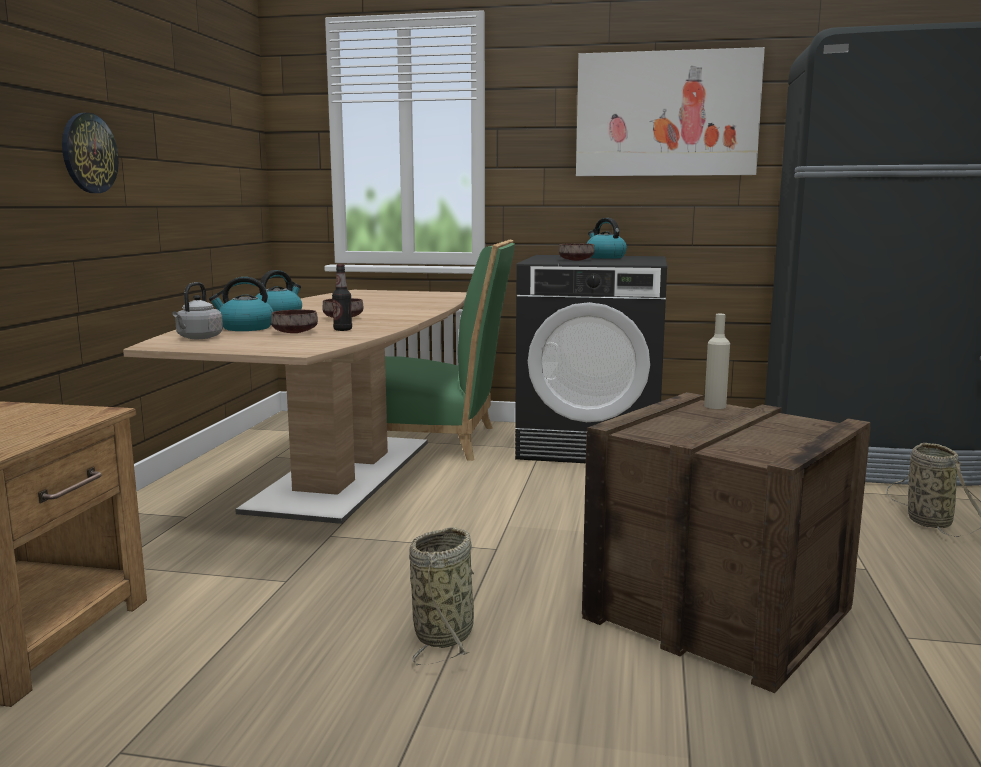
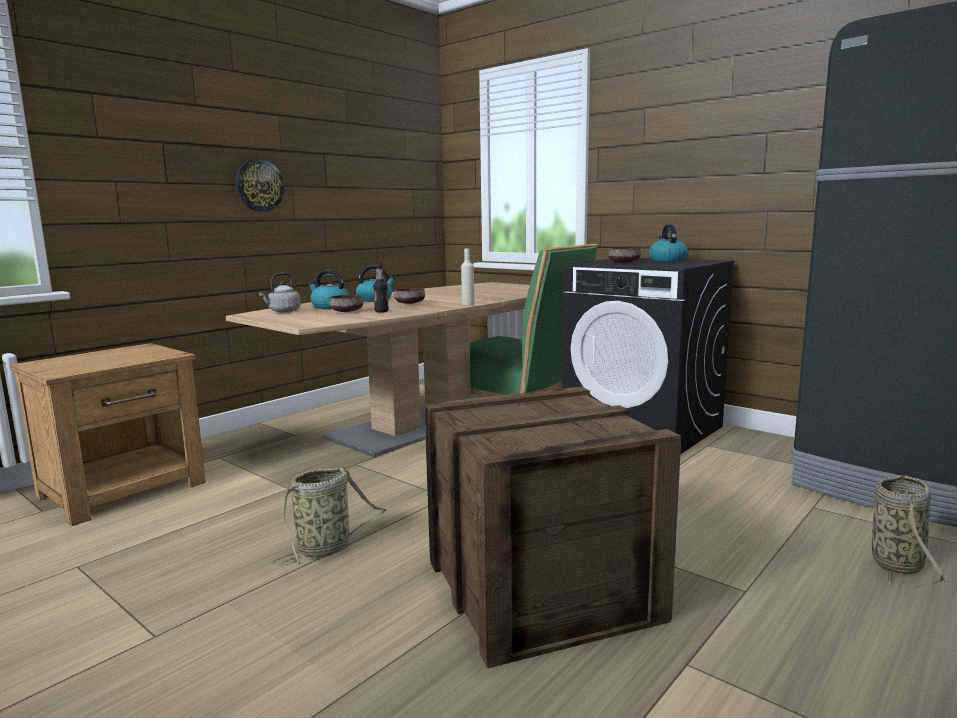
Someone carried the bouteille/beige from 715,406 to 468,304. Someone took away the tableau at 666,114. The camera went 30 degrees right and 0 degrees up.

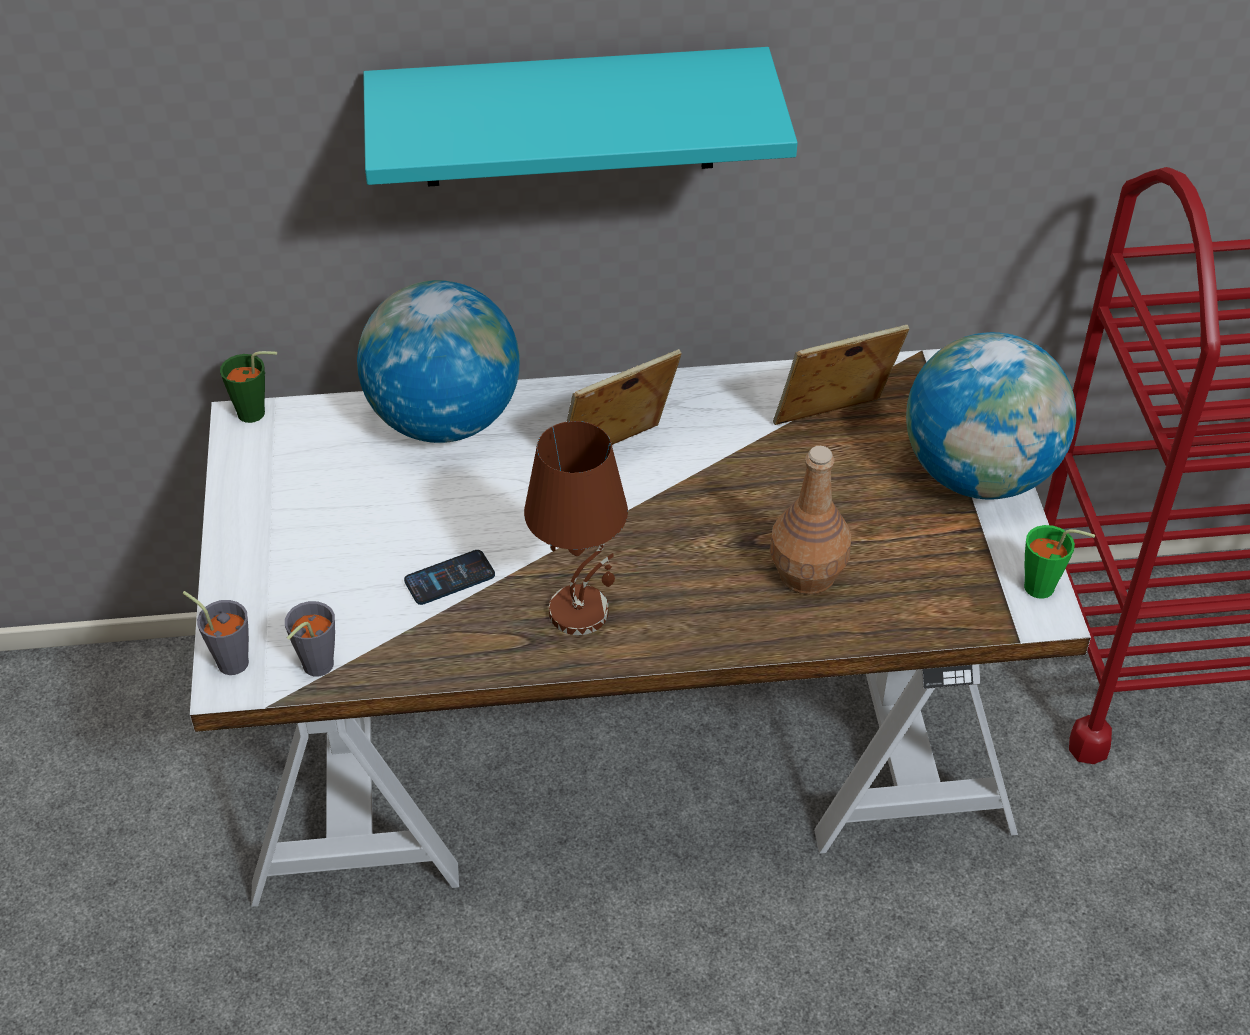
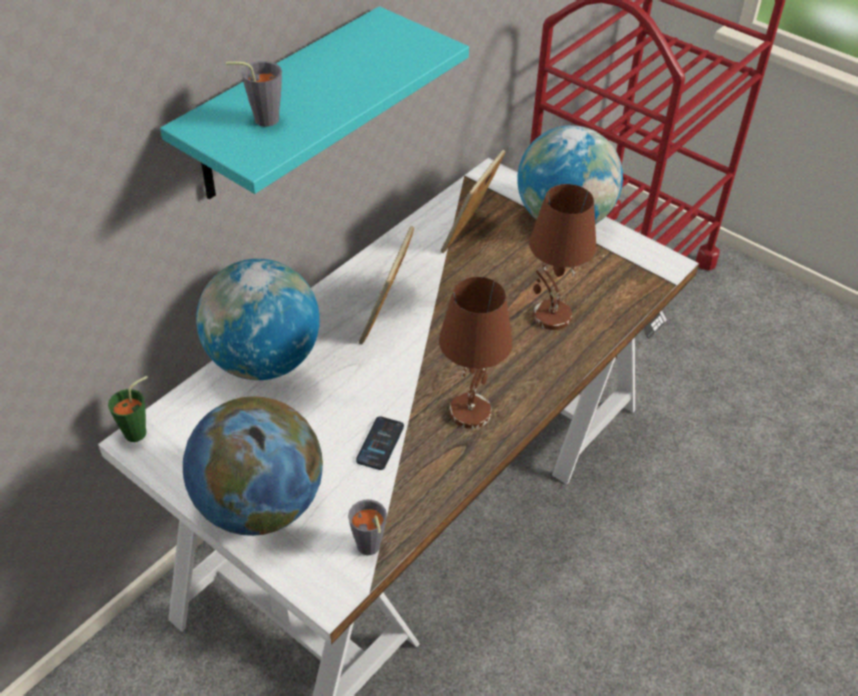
Someone put down the globe at 260,505. Someone carried the tasse/gris from 227,659 to 260,119. Someone swapped the bouteille/marron at 806,574 for the lampe de table/marron at 550,316. Someone took away the tasse/vert at 1046,589. The camera went 45 degrees left and 0 degrees up.

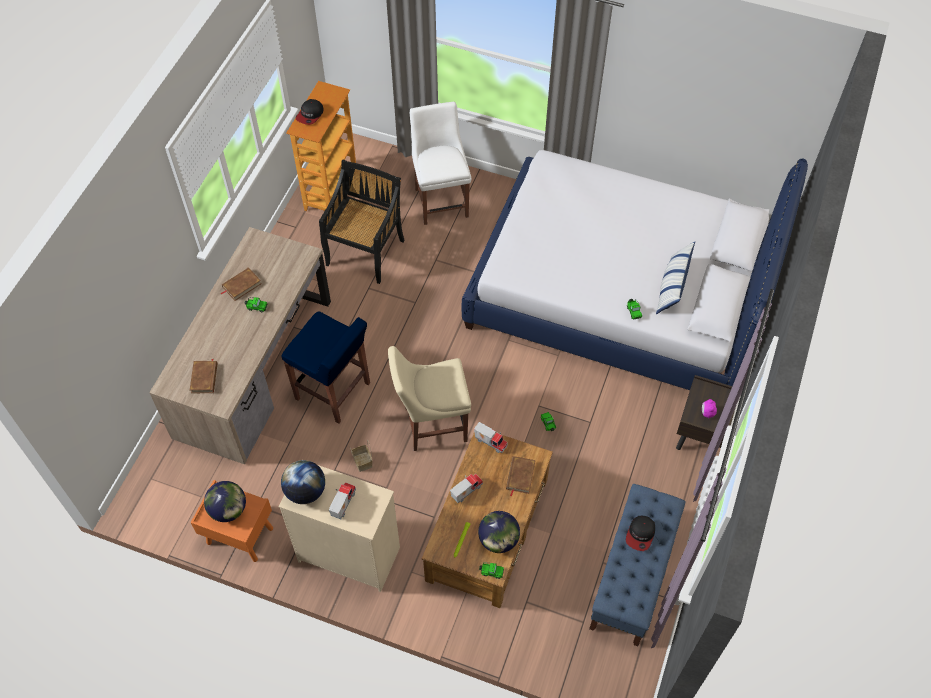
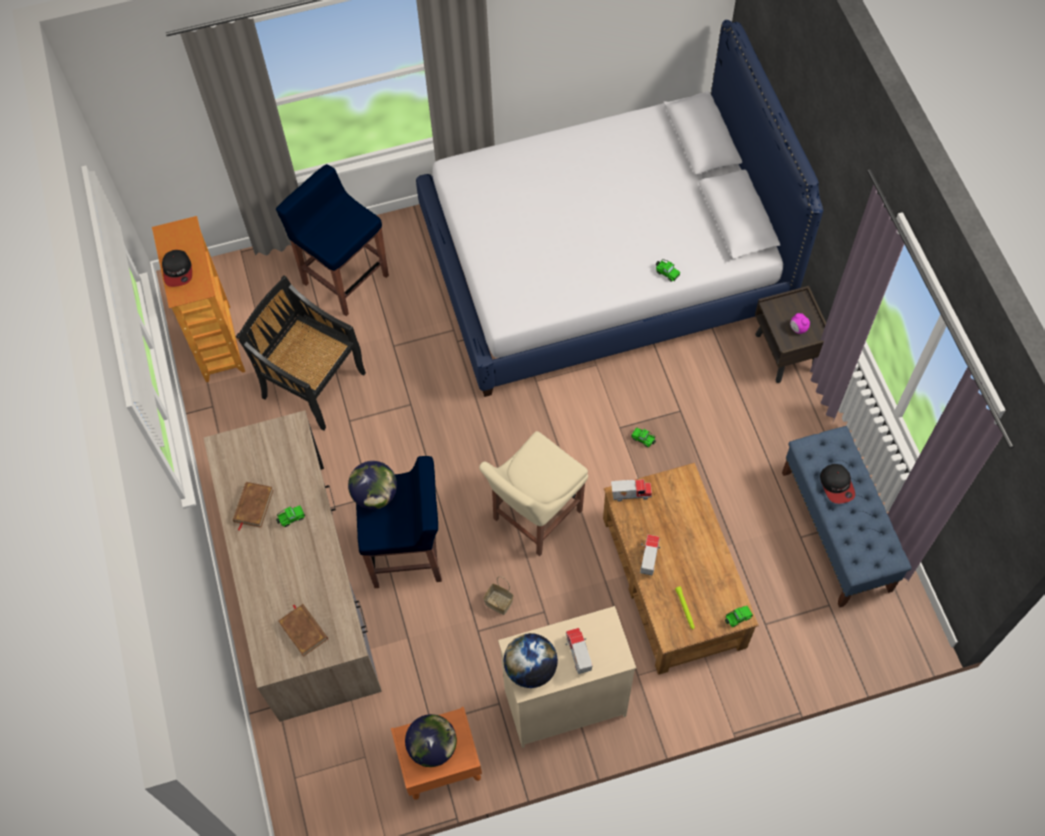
Someone rotated the chaise/noir at 365,251 by 45 degrees counterclockwise. Someone swapped the chaise/blanc at 441,200 for the tabouret/bleu at 344,278. Someone carried the globe from 498,540 to 375,495. Someone took away the livre/marron at 520,476. Someone took away the coussin at 672,287. The camera went 35 degrees left and 5 degrees up.

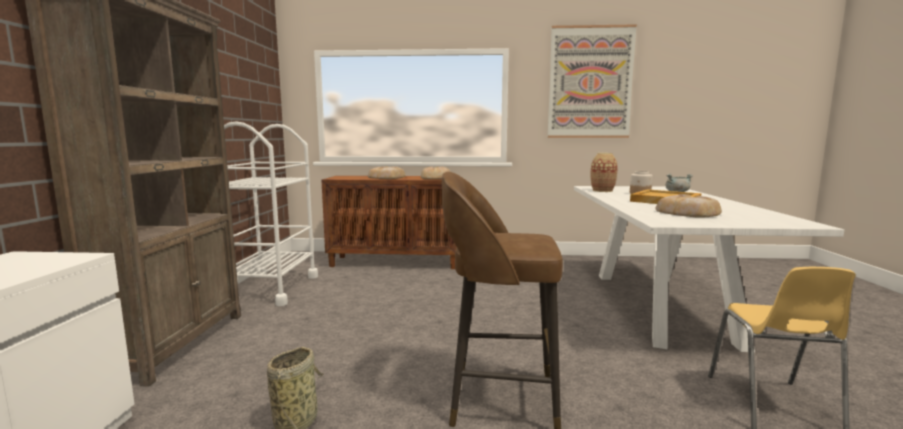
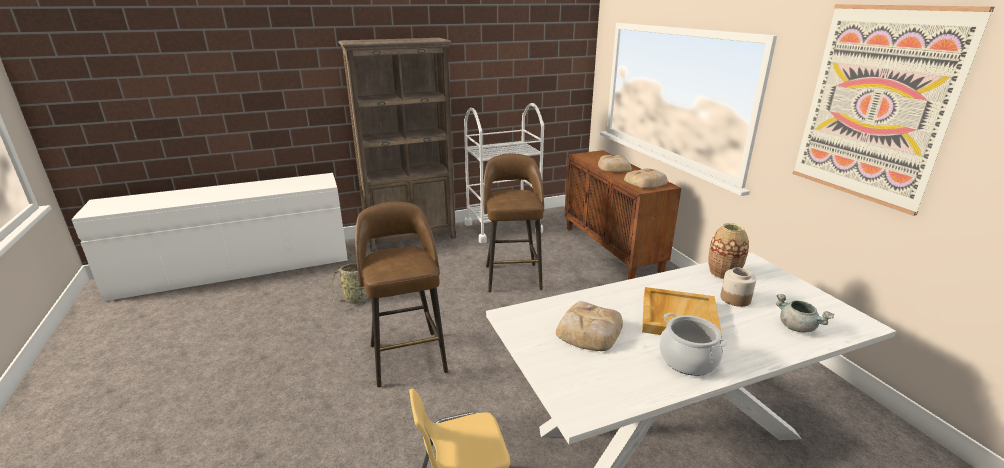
Someone put down the tabouret/marron at 513,276. Someone put down the marmite at 688,360. The camera went 65 degrees right and 15 degrees up.

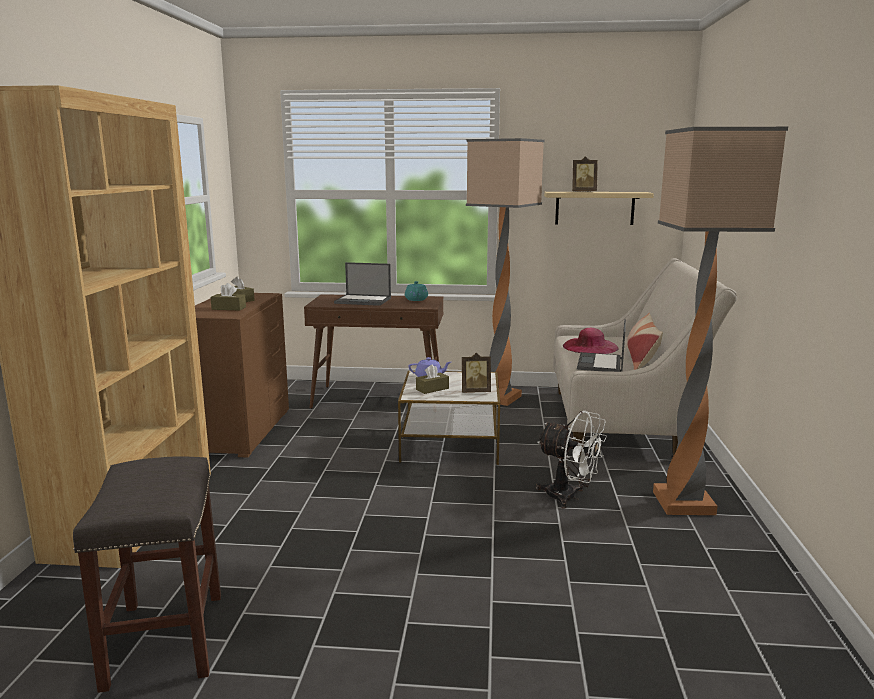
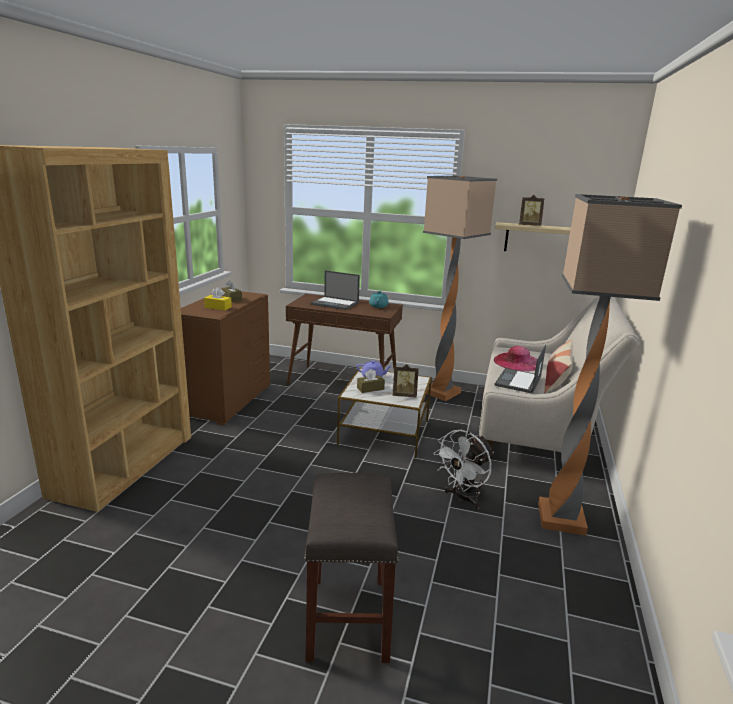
Someone repainted the boîte à mouchoirs/marron at 229,308, which became the boîte à mouchoirs/jaune at 218,307. Someone carried the tabouret/gris from 164,638 to 347,616. Someone rotated the ventilateur/blanc at 569,497 by 90 degrees clockwise. The camera went 10 degrees right and 5 degrees up.

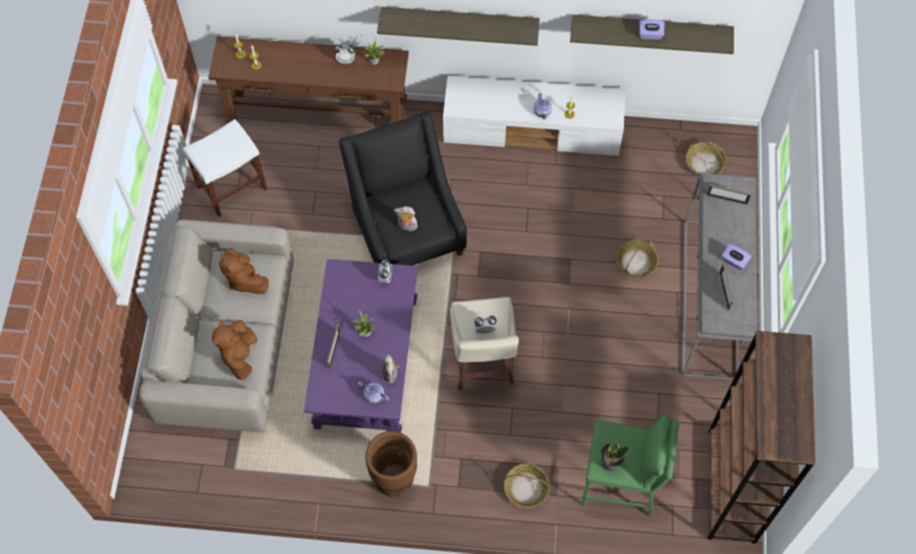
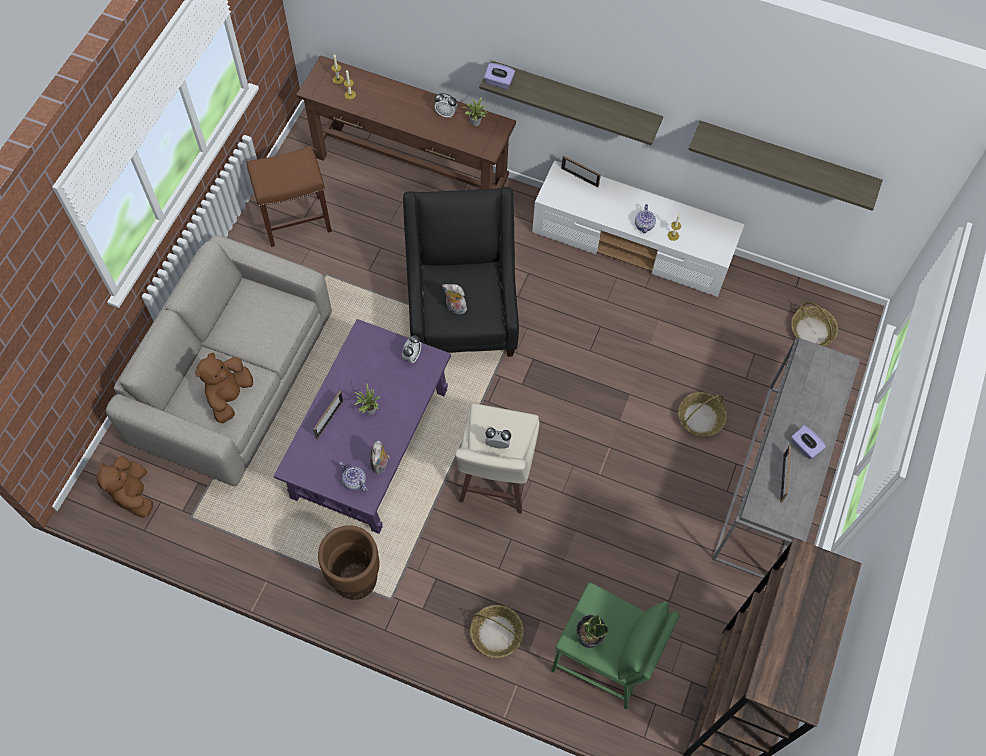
Someone carried the peluche/marron from 244,279 to 133,494. Someone repainted the tabouret/blanc at 232,187, which became the tabouret/marron at 297,220. Someone carried the boîte à mouchoirs/violet from 650,34 to 499,82. Someone carried the cadre photo from 726,199 to 579,177. The camera went 15 degrees right and 0 degrees up.

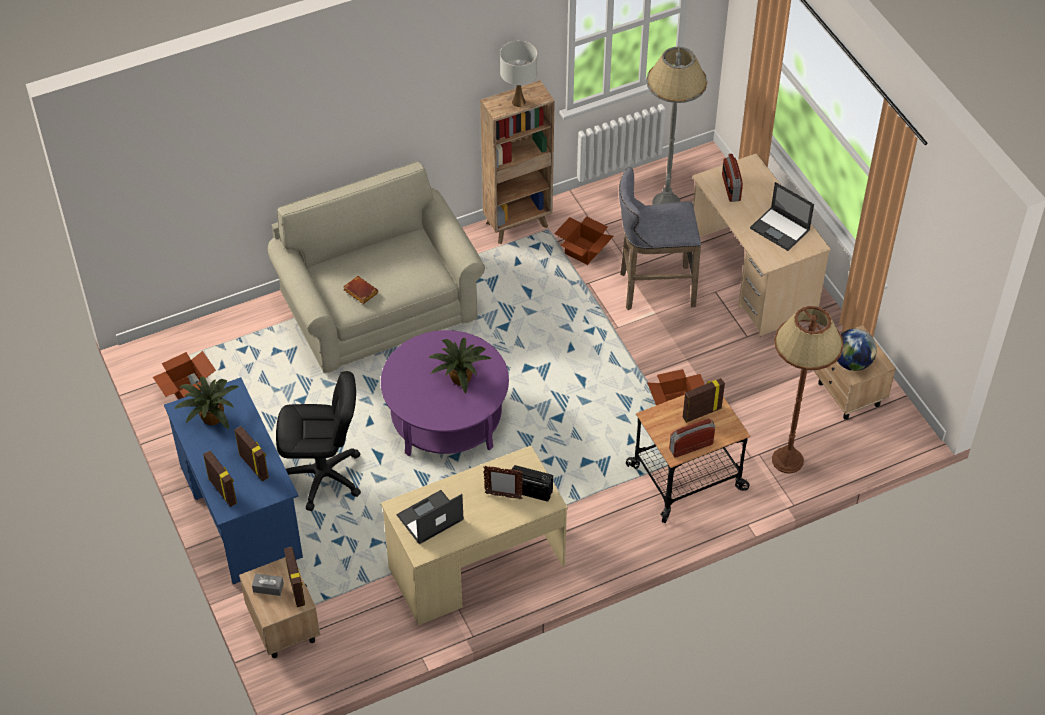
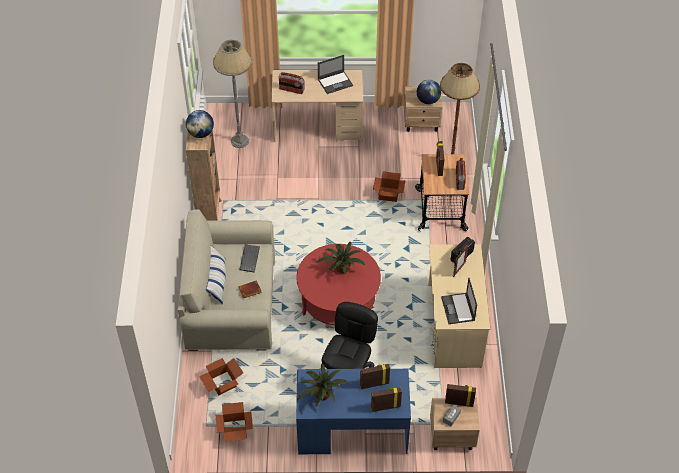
Someone swapped the lampe de table/blanc at 518,102 for the globe at 201,133. Someone carried the carton from 583,250 to 222,383. Someone put down the coussin at 217,281. Someone put down the clavier at 249,258. Someone repainted the table basse/violet at 446,418, which became the table basse/rouge at 338,301. Someone took away the tabouret/gris at 653,289. The camera went 65 degrees left and 0 degrees up.

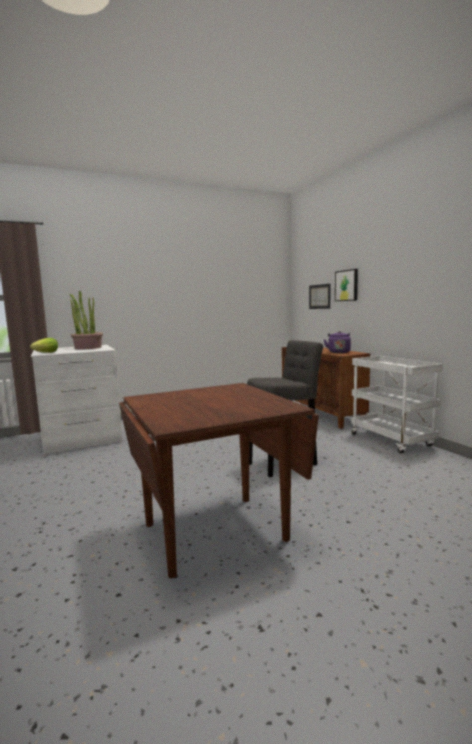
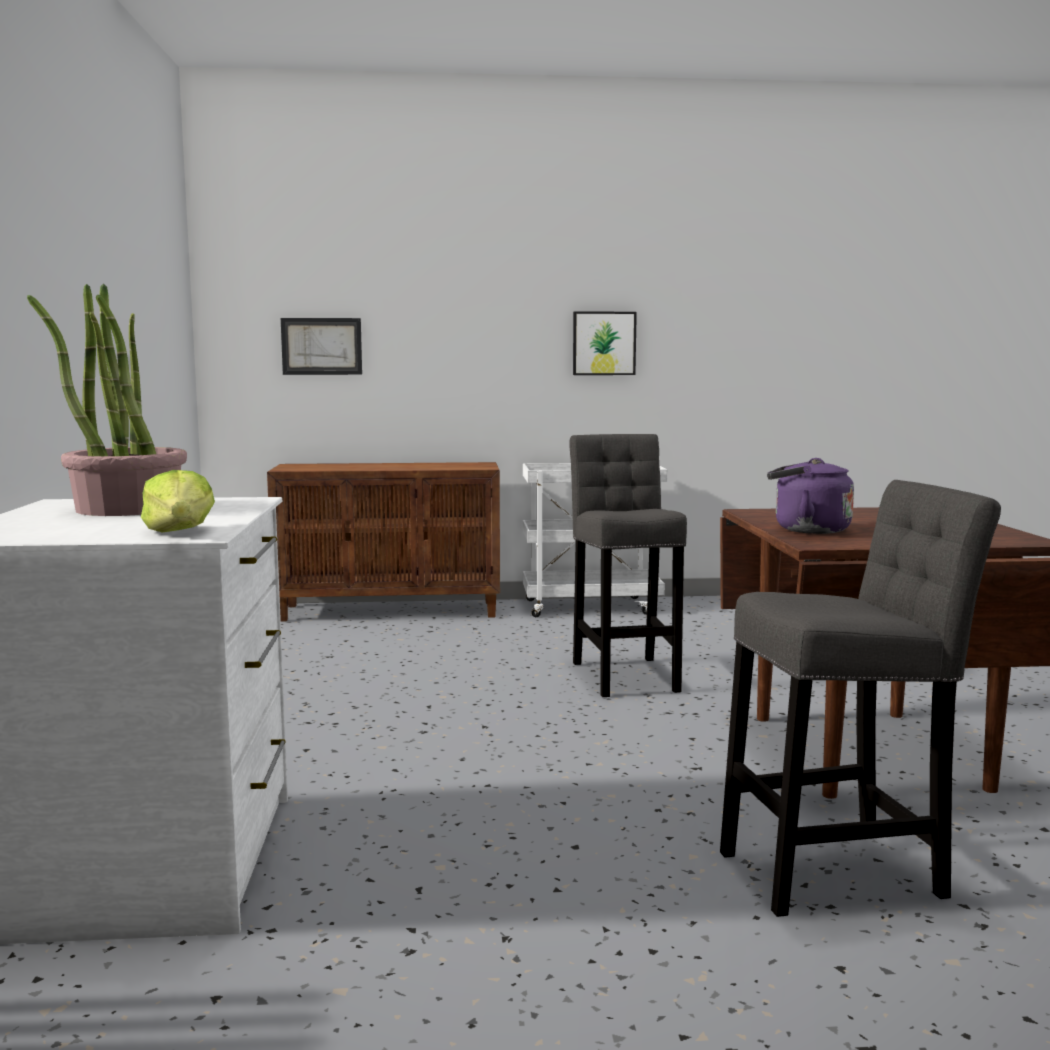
Someone carried the tableau from 347,285 to 604,343. Someone put down the tabouret/gris at 841,872. Someone carried the bouilloire/violet from 338,352 to 806,530. The camera went 70 degrees left and 0 degrees up.

